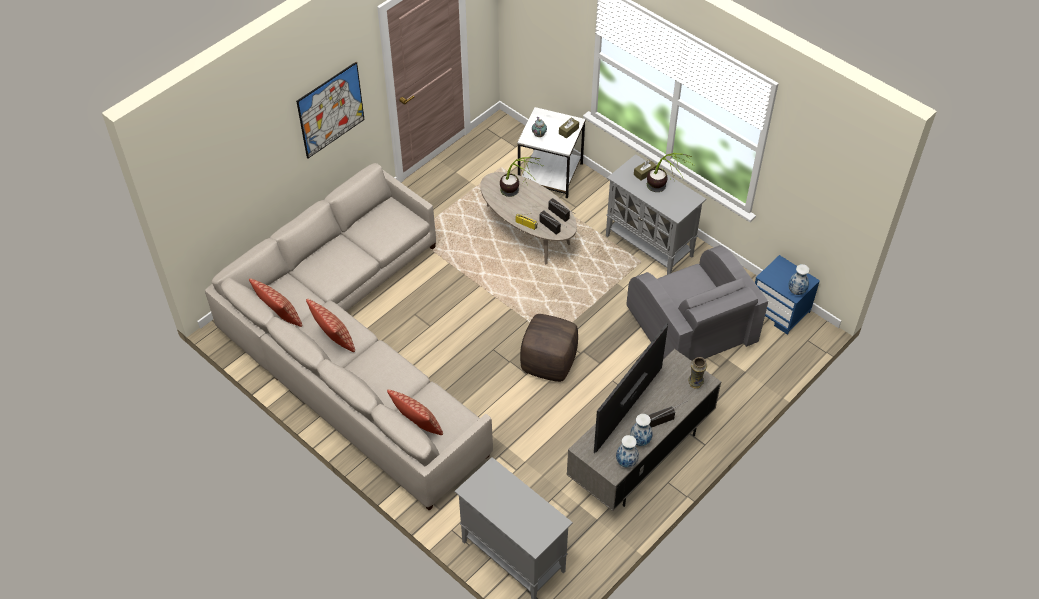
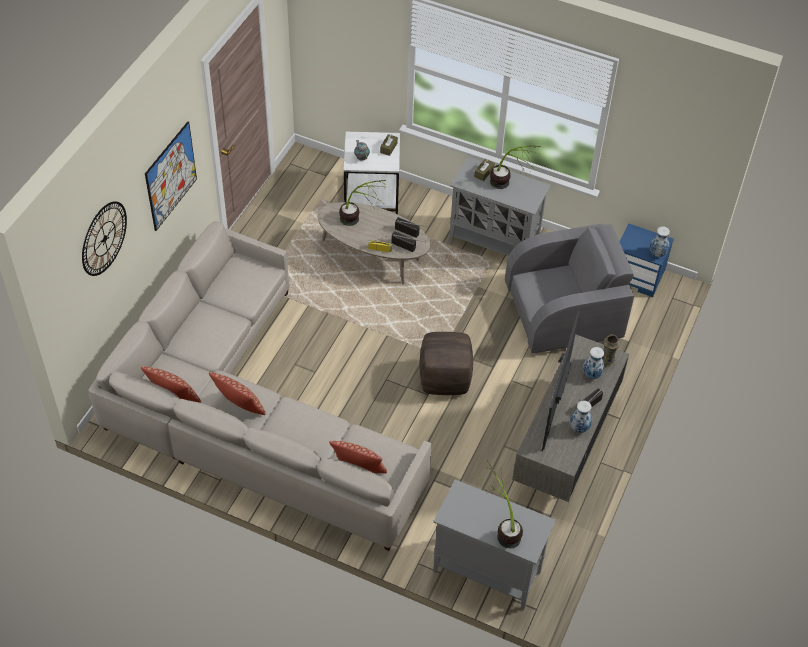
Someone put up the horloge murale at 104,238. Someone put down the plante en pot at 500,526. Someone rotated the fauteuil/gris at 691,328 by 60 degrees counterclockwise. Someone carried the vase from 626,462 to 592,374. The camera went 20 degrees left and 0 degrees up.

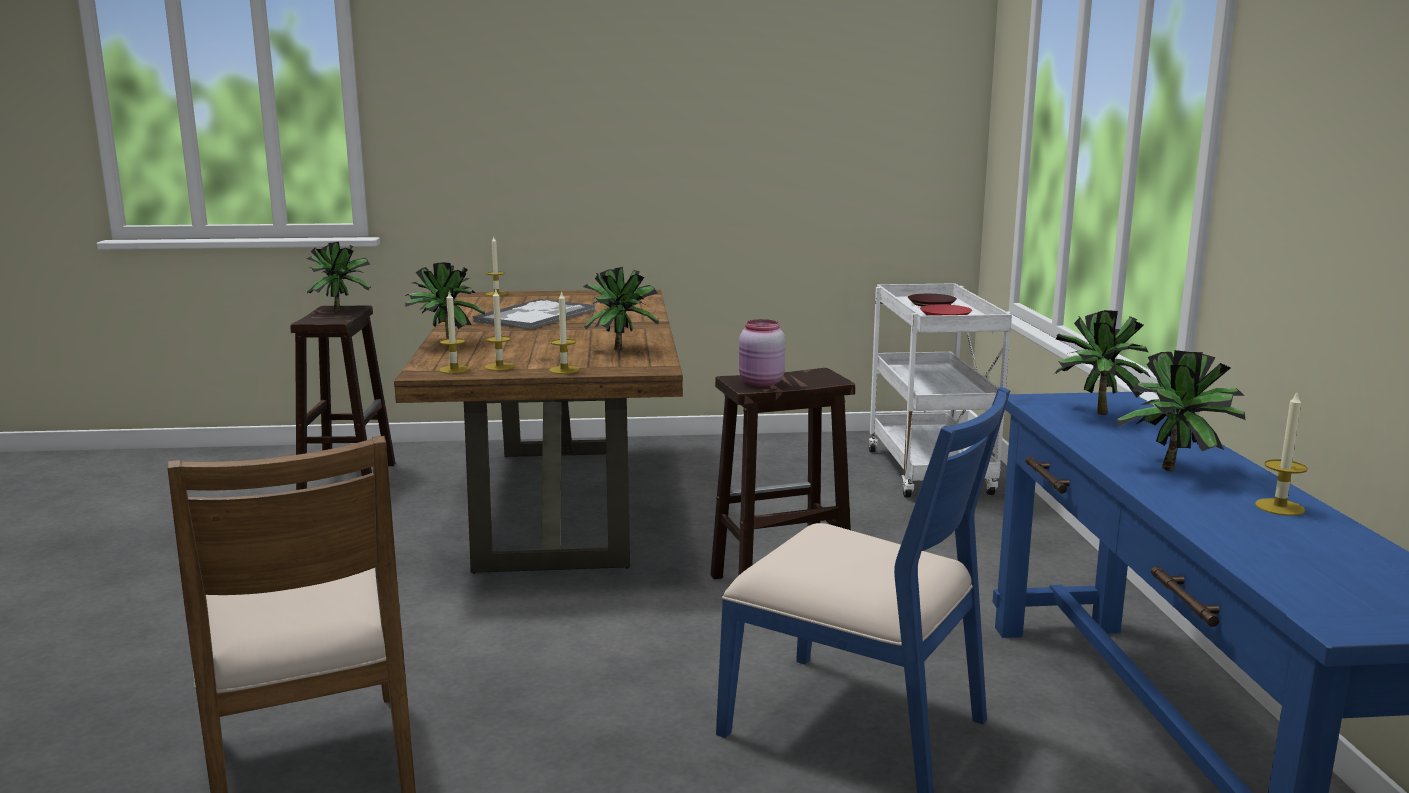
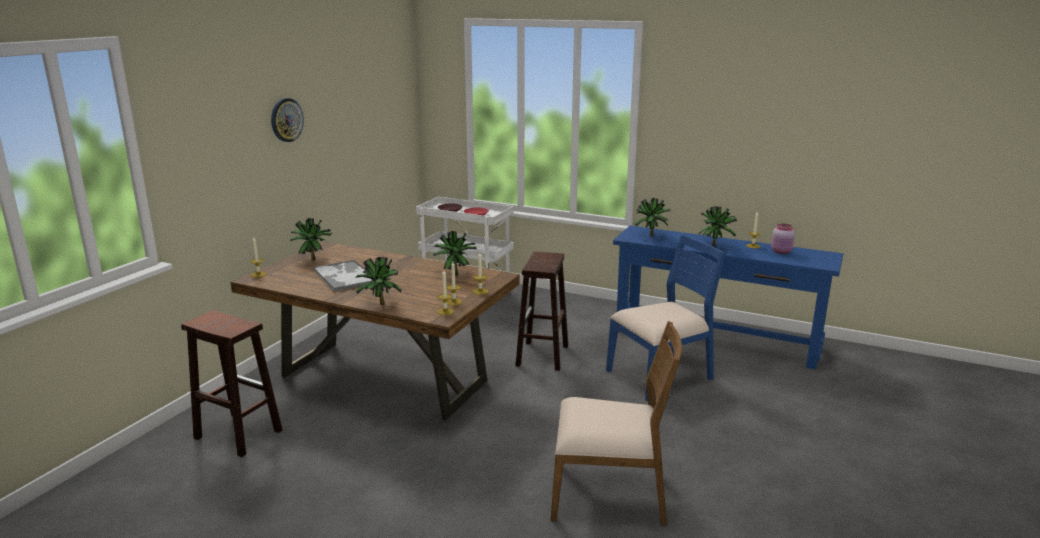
Someone put up the horloge murale at 286,120. Someone carried the plante en pot from 340,311 to 312,259. Someone carried the bocal/rose from 761,383 to 781,252. The camera went 60 degrees left and 5 degrees up.

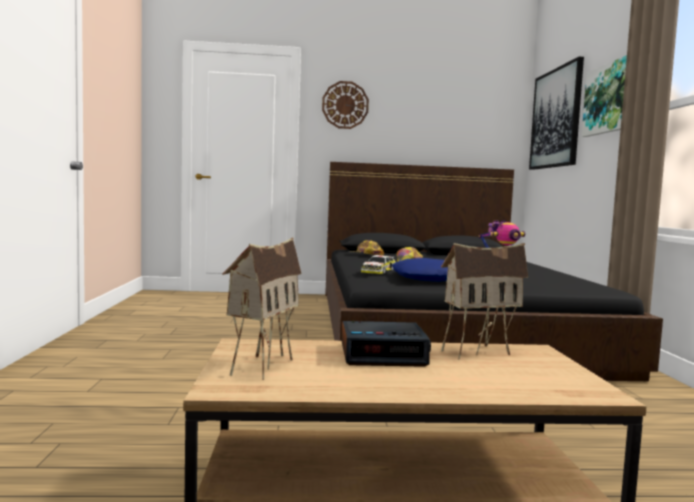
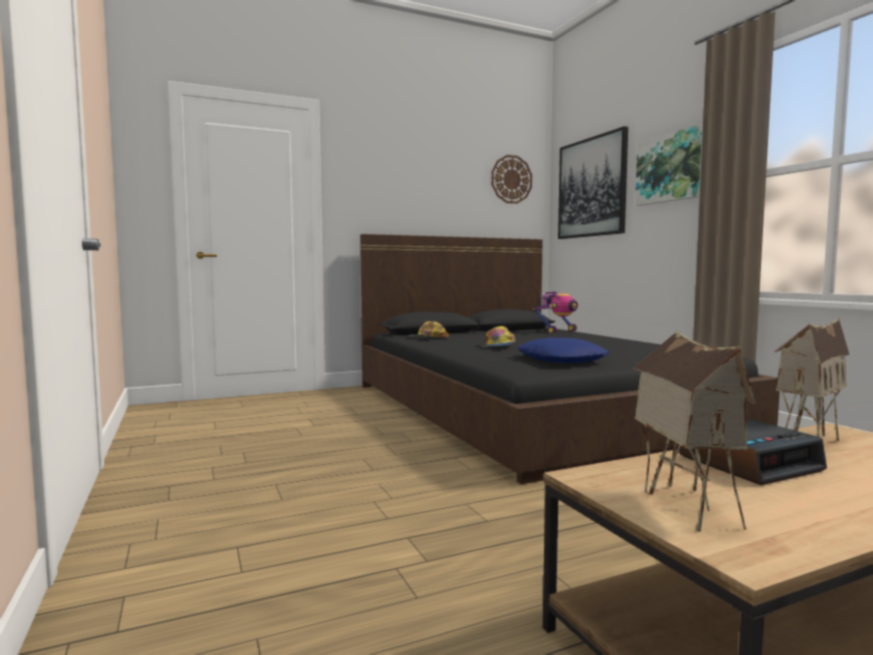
Someone carried the horloge murale from 345,105 to 511,179. Someone took away the petite voiture at 378,271. The camera went 20 degrees left and 0 degrees up.

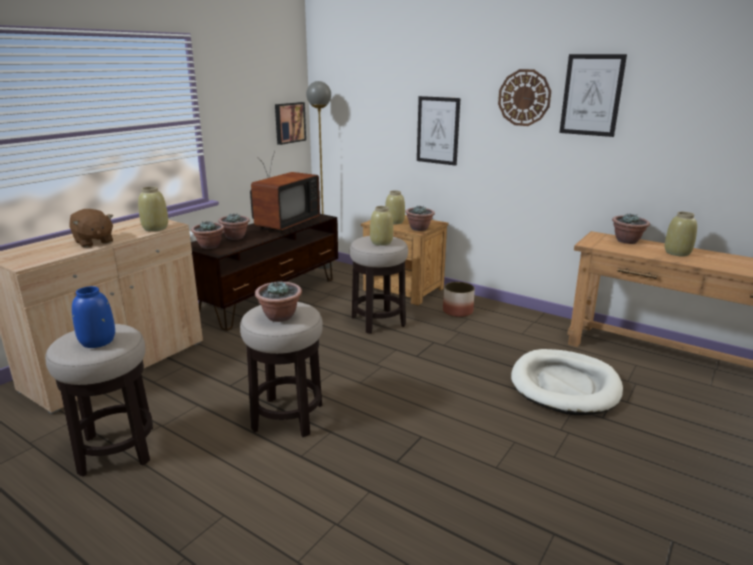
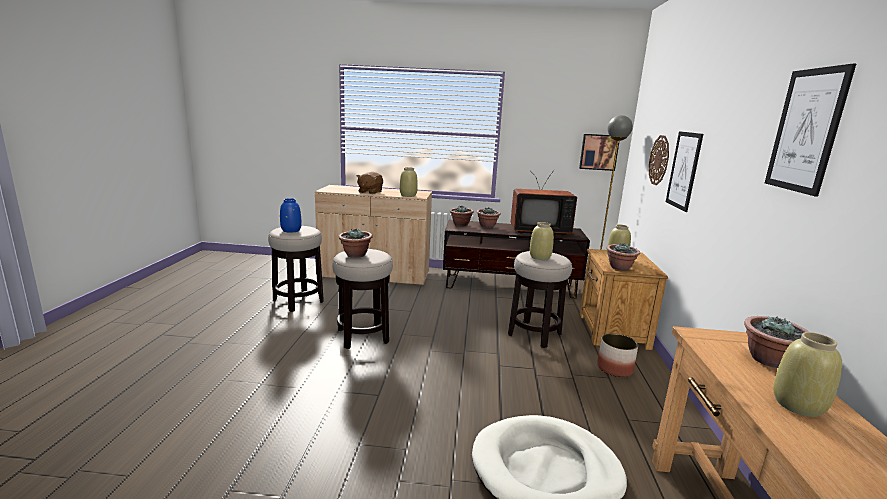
Someone carried the horloge murale from 524,97 to 659,160. The camera went 60 degrees right and 5 degrees down.

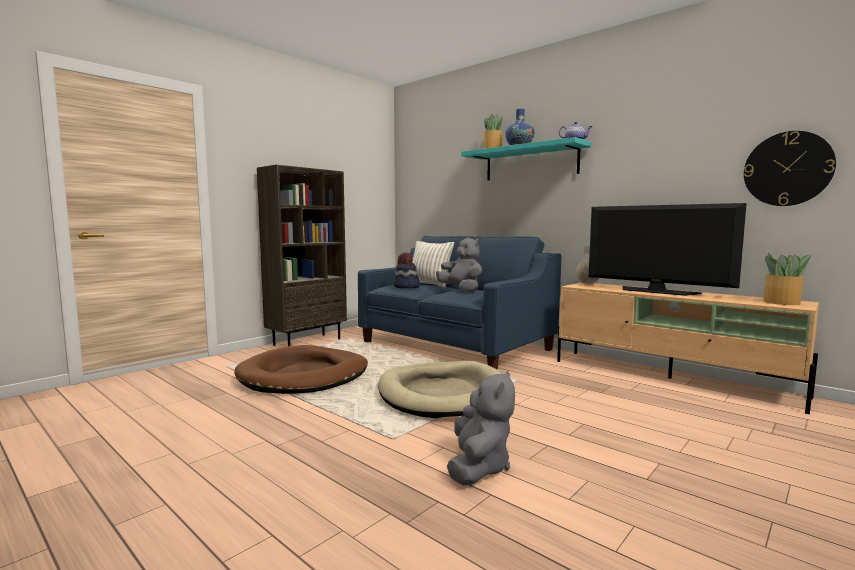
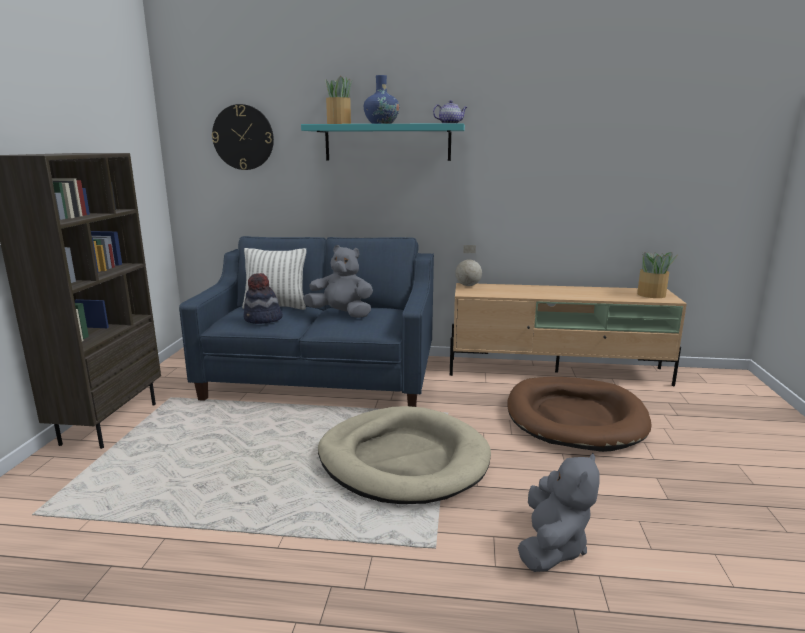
Someone carried the horloge murale from 787,169 to 243,137. Someone carried the panier pour chien/marron from 304,375 to 575,417. Someone rotated the peluche/gris at 478,467 by 45 degrees clockwise. Someone took away the téléviseur at 656,291. The camera went 35 degrees left and 10 degrees up.

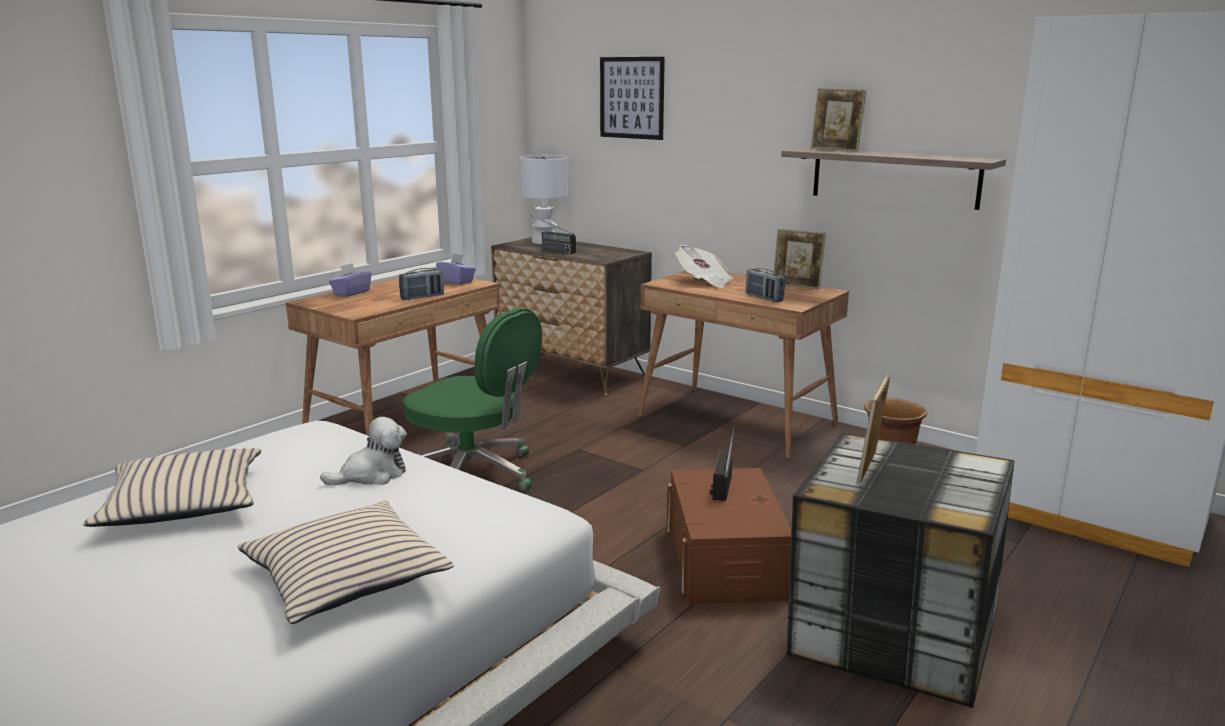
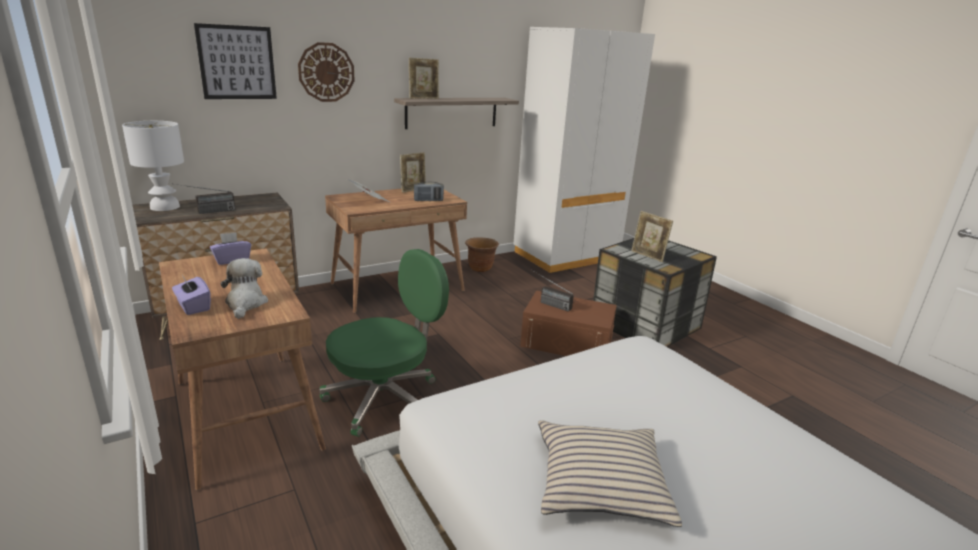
Someone carried the peluche from 372,475 to 245,303. Someone put up the horloge murale at 326,72. Someone took away the coussin/beige at 346,577. Someone took away the radio at 422,297. The camera went 70 degrees left and 5 degrees up.

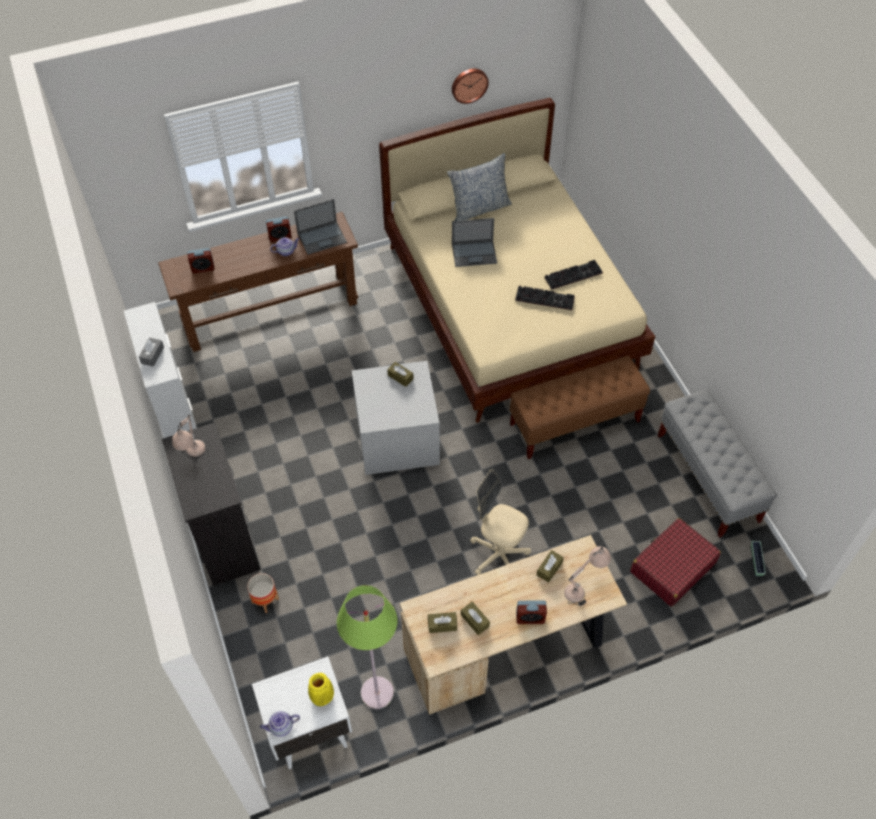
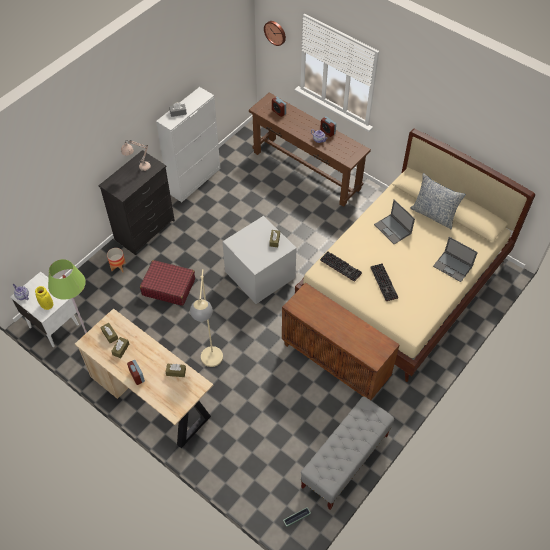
Someone carried the valise/rouge from 672,567 to 168,287. Someone swapped the chaise de bureau/beige at 498,555 for the lampadaire/beige at 211,364. Someone carried the horloge murale from 469,84 to 275,32. Someone swapped the banc/marron at 575,423 for the meuble de rangement/marron at 335,362. Someone carried the clavier from 573,274 to 341,266. Someone carried the ordinateur portable from 322,238 to 453,266. Someone took away the lampe de table/beige at 583,588. The camera went 60 degrees right and 0 degrees up.

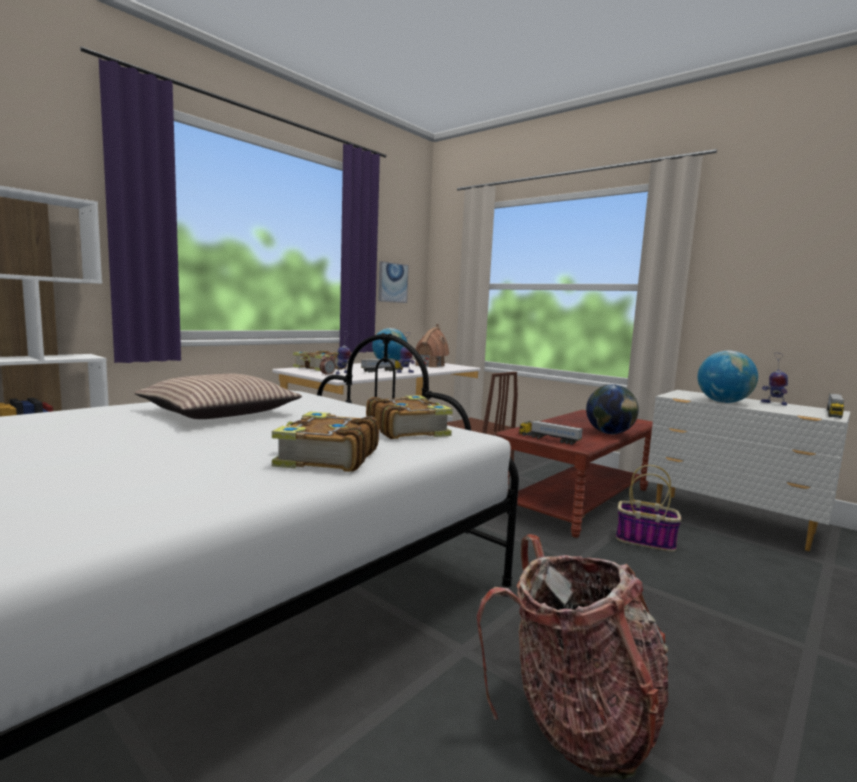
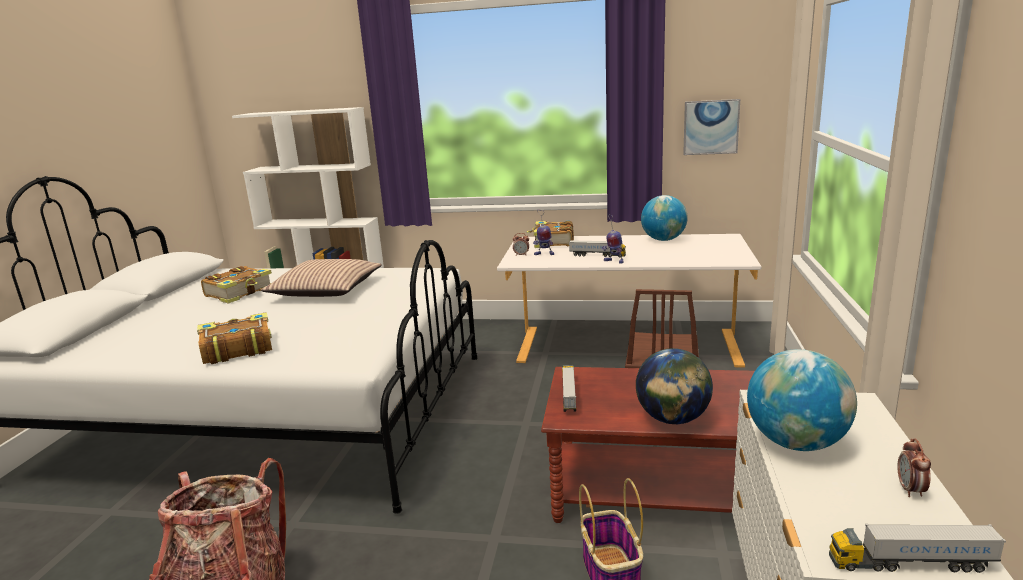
Someone carried the livre from 407,429 to 240,293. Someone swapped the robot jouet at 773,403 for the réveil at 910,490. Someone took away the maison miniature at 429,365. The camera went 60 degrees right and 10 degrees up.

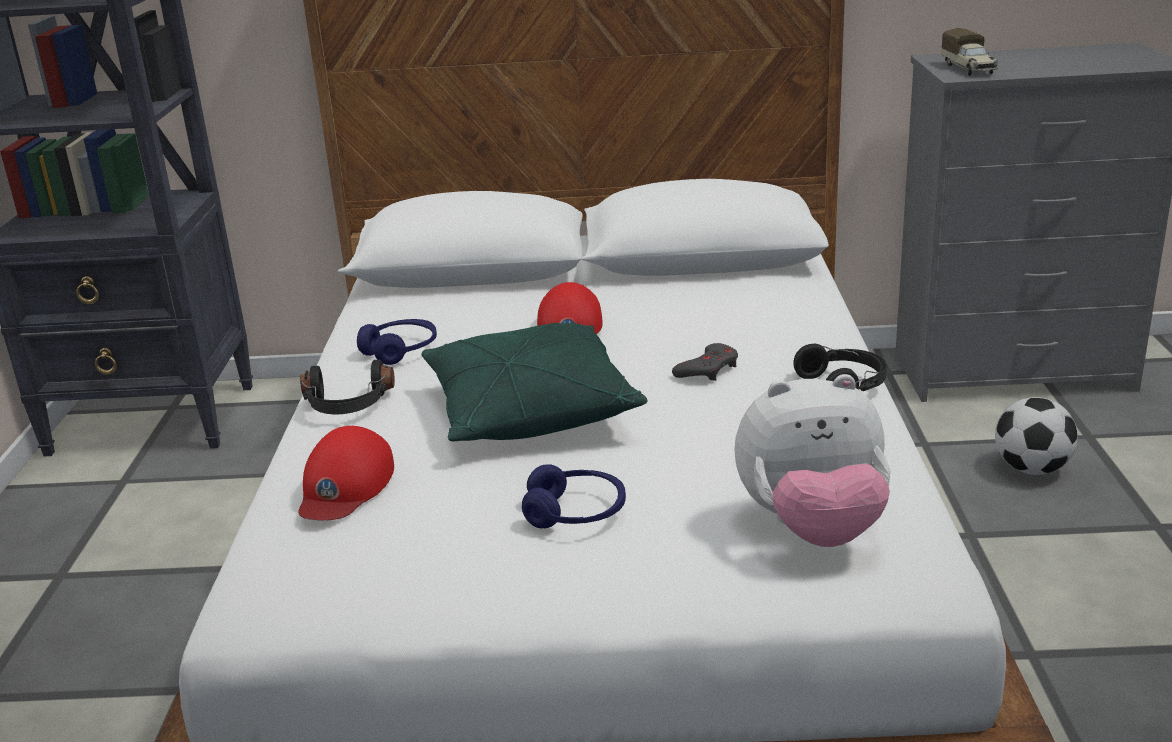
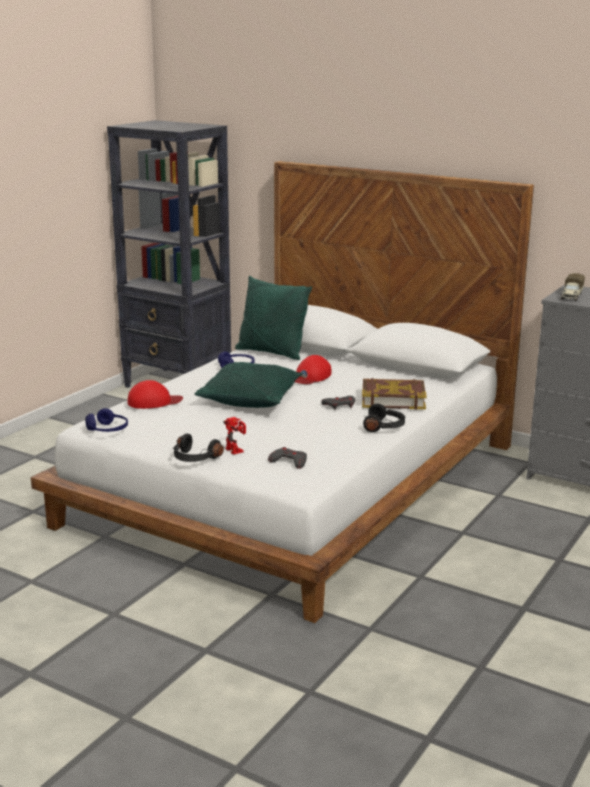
Someone carried the casque audio/bleu from 576,513 to 107,430. Someone rotated the casquette/rouge at 345,486 by 150 degrees counterclockwise. Someone carried the casque audio/noir from 348,406 to 194,458. Someone put down the robot jouet at 237,450. Someone put down the coussin/vert at 271,352. Someone swapped the peluche at 813,528 for the manette/gris at 289,461. Someone put down the livre at 393,399. Someone took away the ballon de foot at 1031,469. The camera went 30 degrees right and 5 degrees down.

